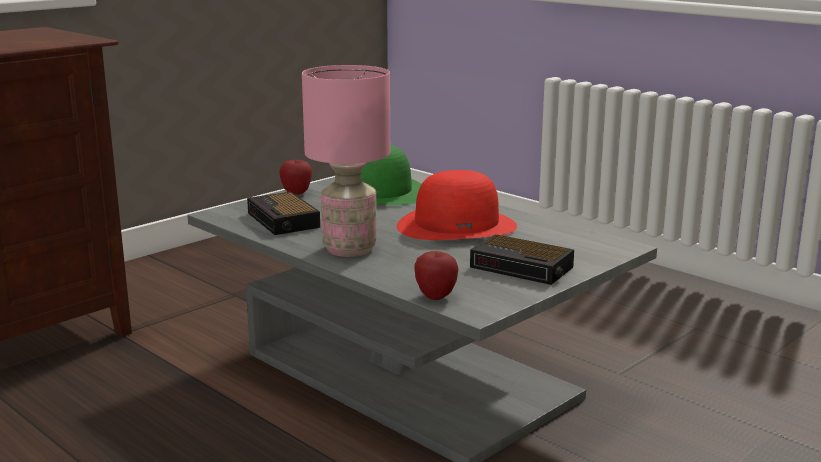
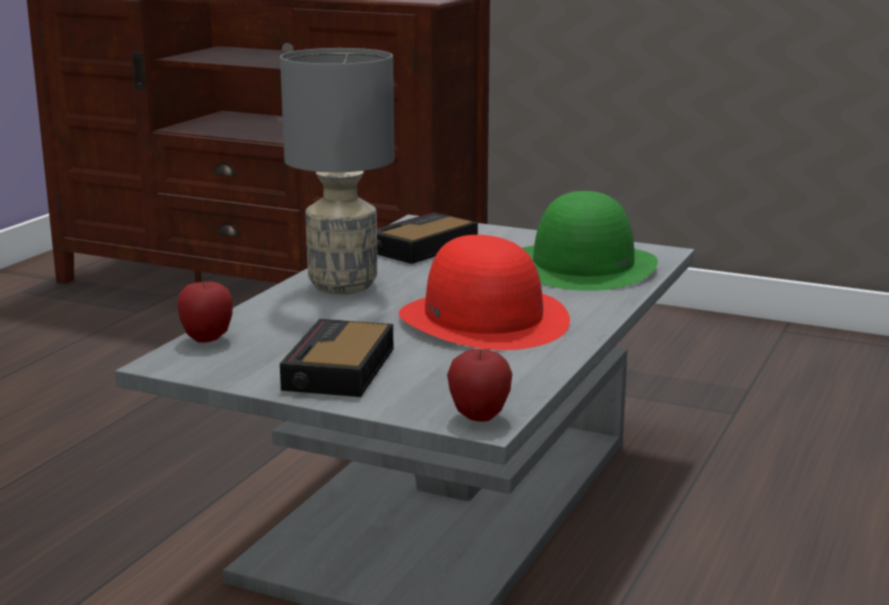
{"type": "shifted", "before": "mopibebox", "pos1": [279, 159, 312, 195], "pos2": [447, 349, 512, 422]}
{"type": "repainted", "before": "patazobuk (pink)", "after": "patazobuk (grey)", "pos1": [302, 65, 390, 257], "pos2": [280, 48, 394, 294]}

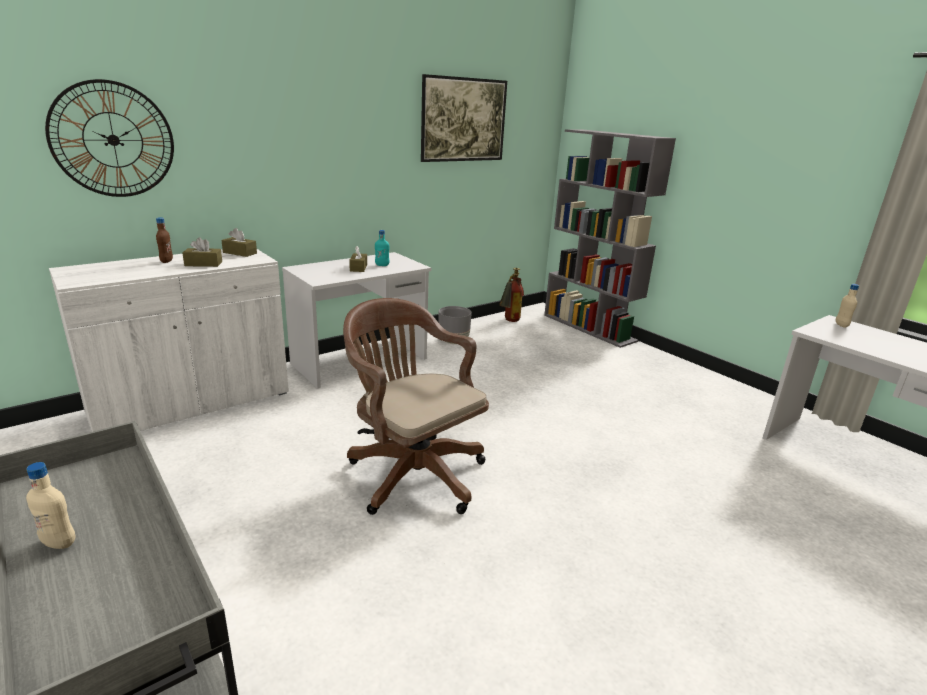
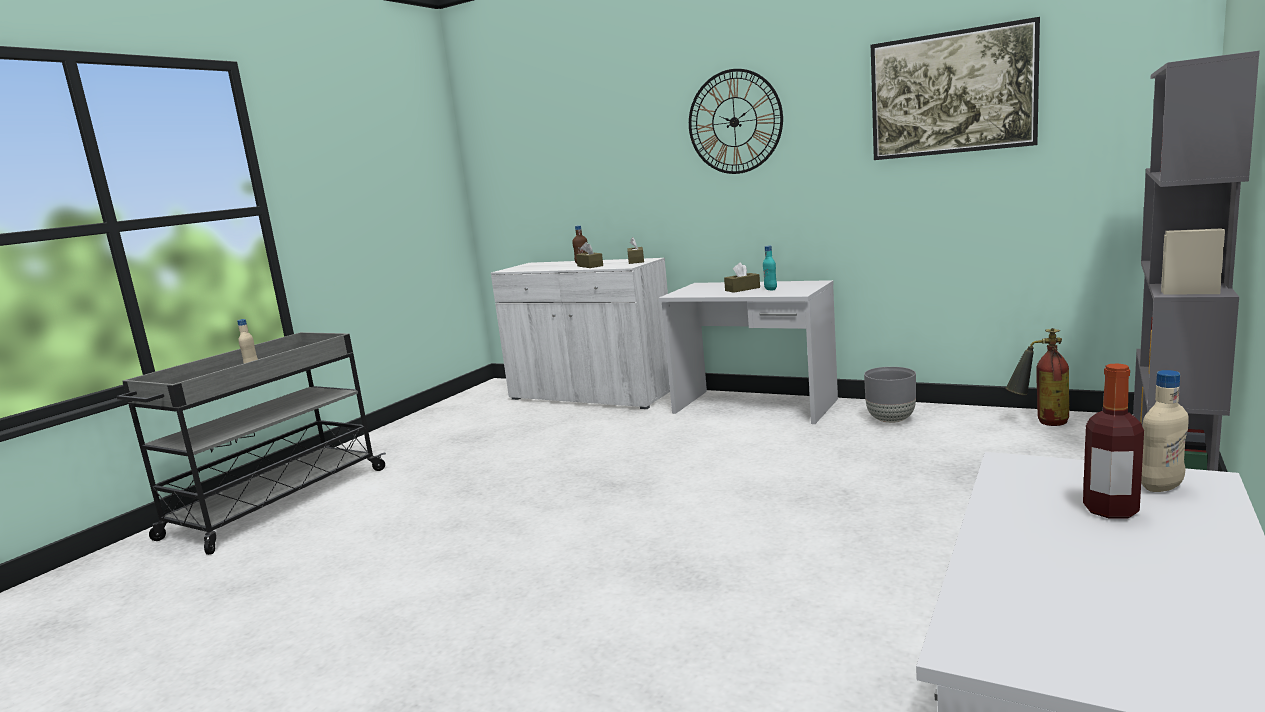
{"type": "gone", "before": "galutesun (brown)", "pos1": [343, 298, 489, 515]}
{"type": "new", "after": "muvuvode", "pos2": [1083, 363, 1144, 519]}
{"type": "shifted", "before": "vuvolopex", "pos1": [45, 79, 174, 197], "pos2": [689, 69, 783, 174]}

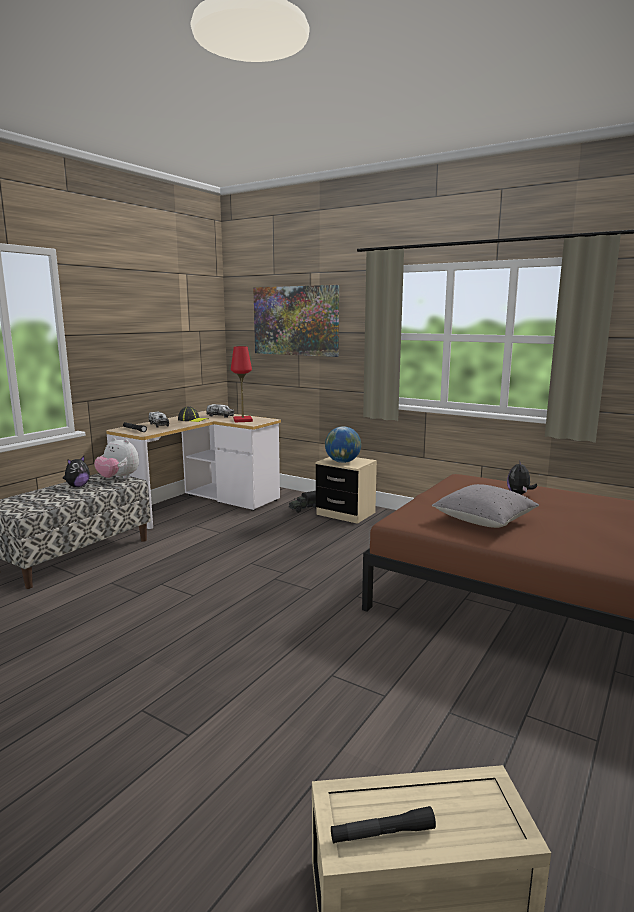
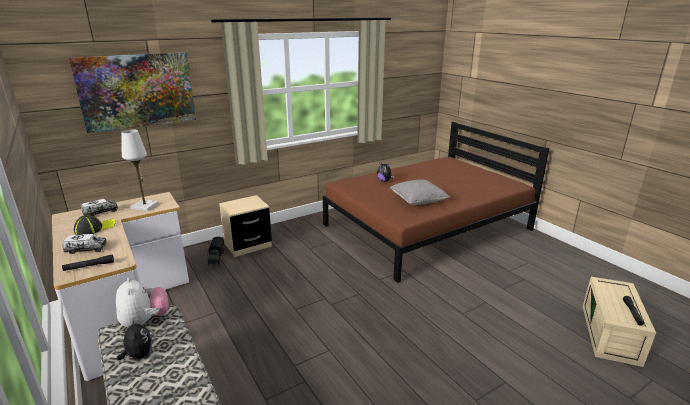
{"type": "gone", "before": "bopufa", "pos1": [325, 426, 361, 463]}
{"type": "repainted", "before": "patazobuk (red)", "after": "patazobuk (white)", "pos1": [231, 346, 253, 423], "pos2": [121, 129, 159, 211]}
{"type": "rotated", "before": "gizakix", "pos1": [94, 438, 139, 479], "pos2": [116, 277, 169, 328], "turn": -75}

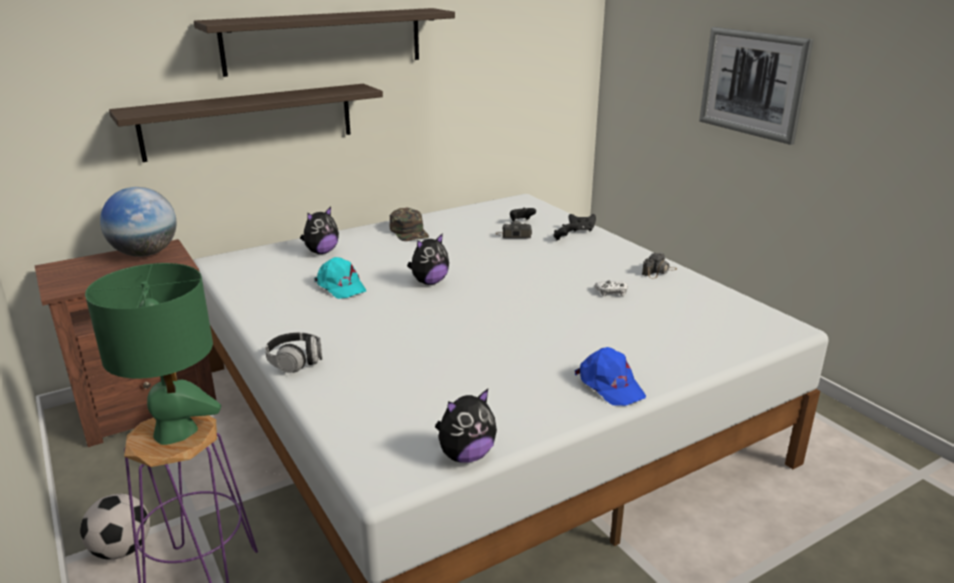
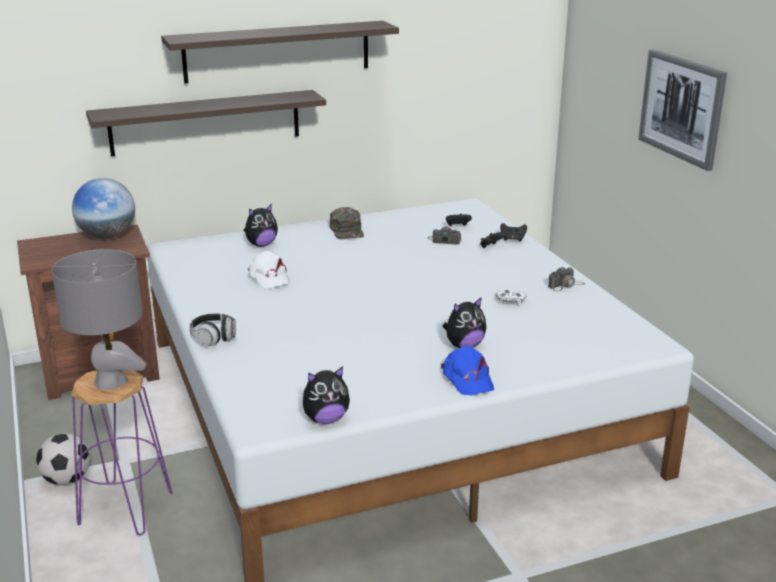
{"type": "shifted", "before": "gizakix", "pos1": [407, 233, 449, 285], "pos2": [442, 297, 487, 348]}
{"type": "repainted", "before": "patazobuk (green)", "after": "patazobuk (grey)", "pos1": [85, 263, 221, 445], "pos2": [52, 249, 146, 390]}
{"type": "repainted", "before": "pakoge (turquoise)", "after": "pakoge (white)", "pos1": [314, 257, 366, 299], "pos2": [248, 251, 290, 288]}

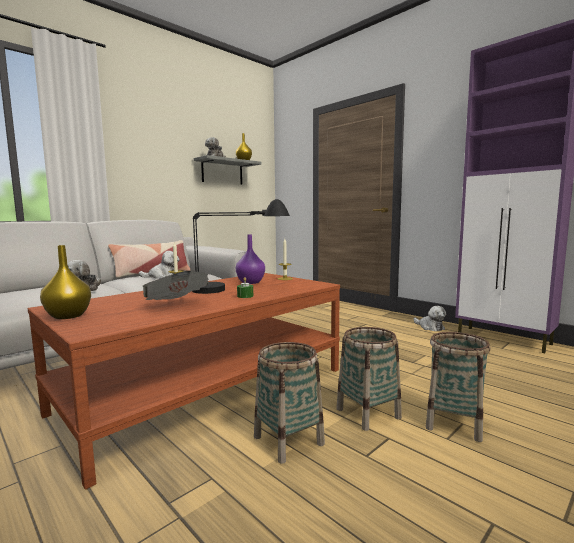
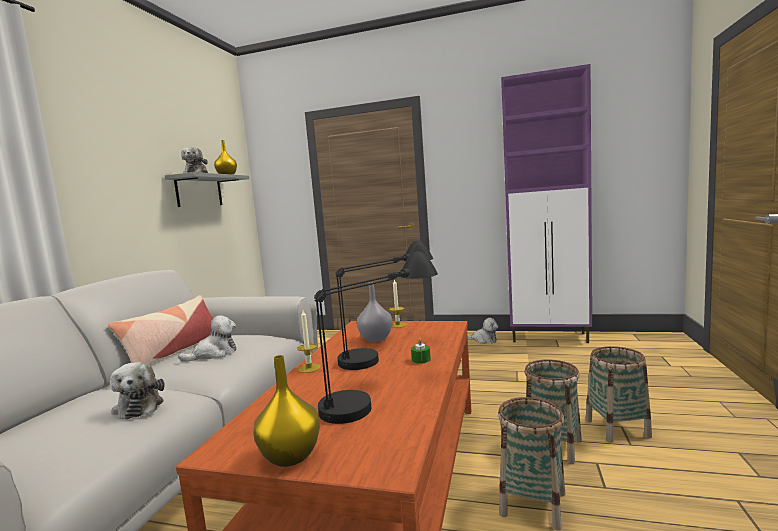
{"type": "swapped", "before": "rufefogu", "after": "patazobuk (black)", "pos1": [143, 270, 209, 300], "pos2": [314, 251, 438, 424]}
{"type": "repainted", "before": "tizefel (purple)", "after": "tizefel (grey)", "pos1": [236, 234, 265, 284], "pos2": [357, 282, 392, 342]}

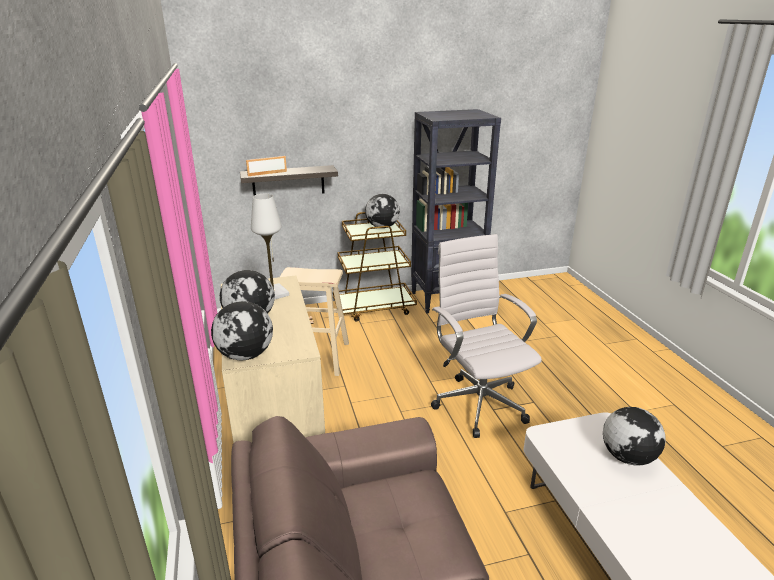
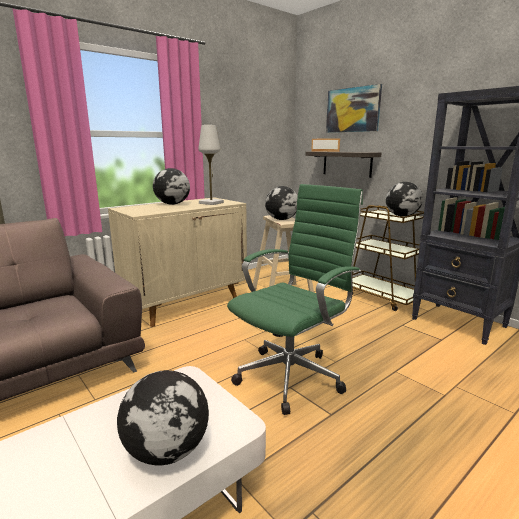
{"type": "new", "after": "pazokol", "pos2": [326, 84, 382, 133]}
{"type": "shifted", "before": "bopufa", "pos1": [211, 301, 273, 360], "pos2": [265, 186, 298, 220]}
{"type": "repainted", "before": "galutesun (white)", "after": "galutesun (green)", "pos1": [431, 234, 542, 438], "pos2": [227, 184, 363, 415]}

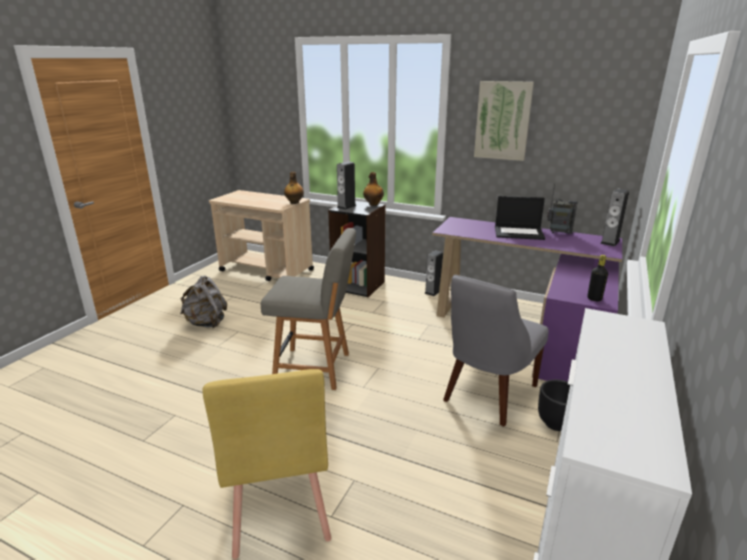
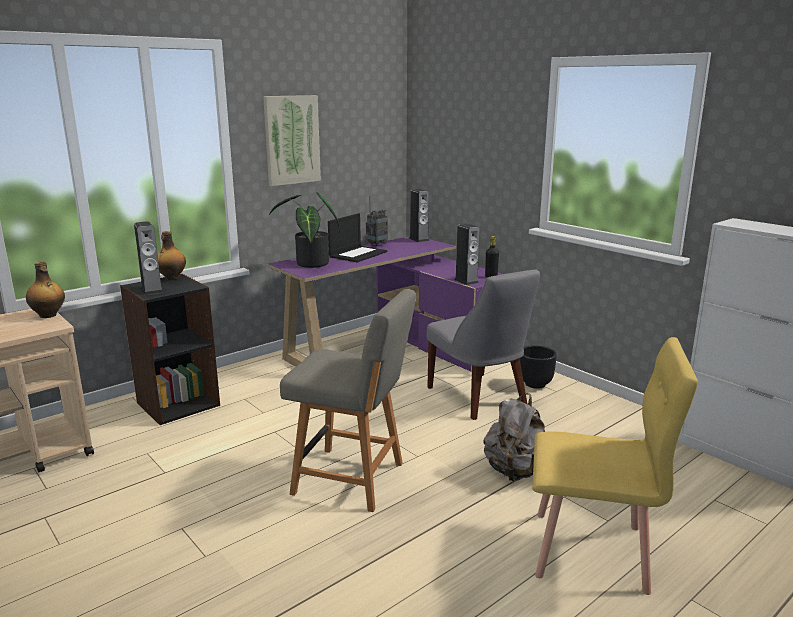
{"type": "new", "after": "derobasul", "pos2": [269, 192, 340, 268]}
{"type": "shifted", "before": "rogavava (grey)", "pos1": [180, 275, 227, 328], "pos2": [484, 393, 545, 481]}
{"type": "shifted", "before": "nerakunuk", "pos1": [424, 250, 443, 296], "pos2": [454, 223, 480, 285]}
{"type": "rotated", "before": "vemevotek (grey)", "pos1": [261, 228, 356, 390], "pos2": [280, 289, 416, 512], "turn": 75}

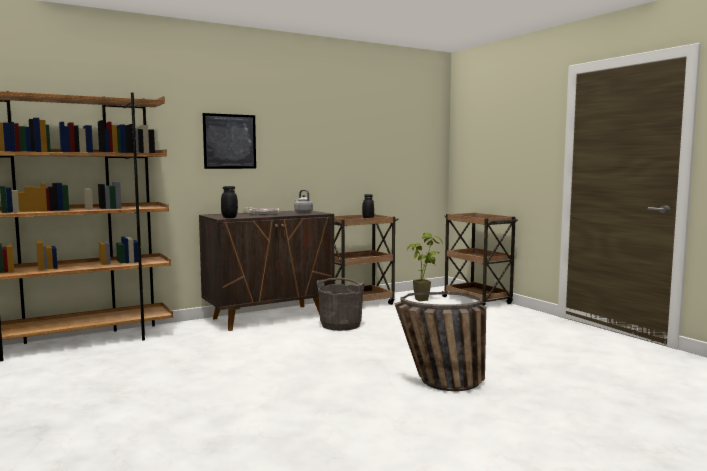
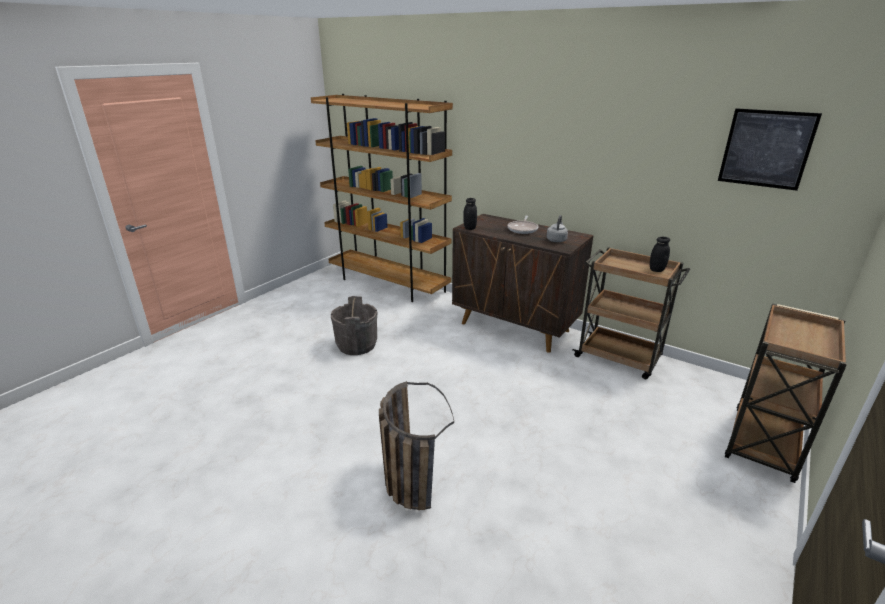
{"type": "gone", "before": "derobasul", "pos1": [407, 232, 443, 301]}
{"type": "shifted", "before": "pazokol", "pos1": [203, 113, 256, 169], "pos2": [718, 108, 822, 191]}
{"type": "shifted", "before": "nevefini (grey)", "pos1": [317, 278, 365, 331], "pos2": [331, 296, 377, 355]}

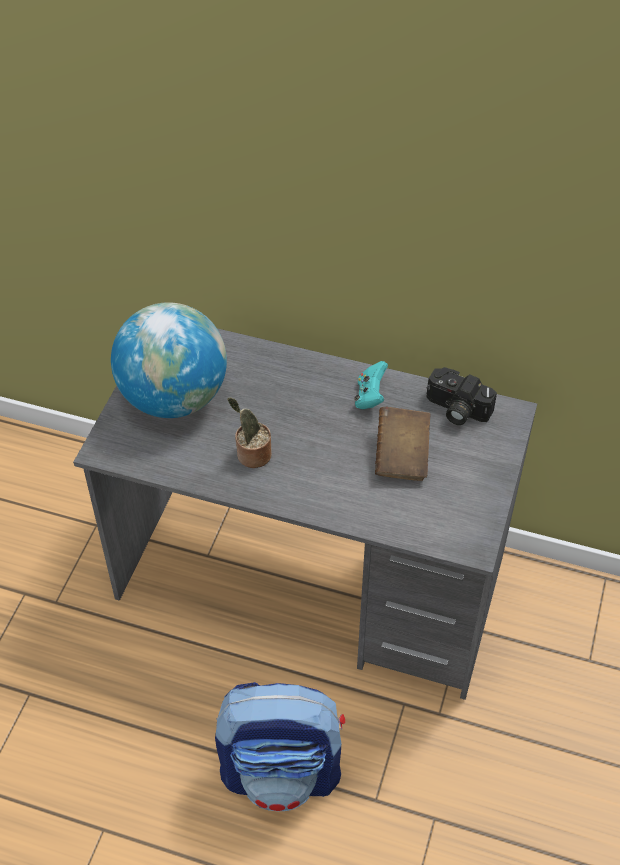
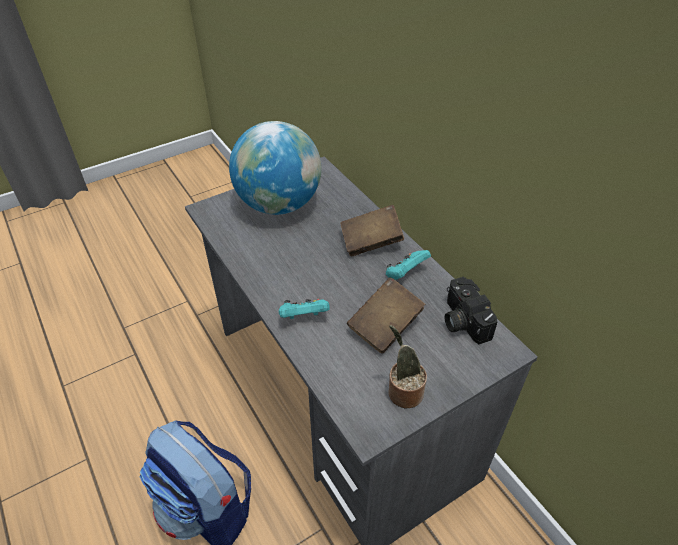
{"type": "new", "after": "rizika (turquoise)", "pos2": [279, 299, 330, 319]}
{"type": "new", "after": "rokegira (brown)", "pos2": [340, 205, 404, 257]}
{"type": "shifted", "before": "derobasul", "pos1": [227, 397, 272, 468], "pos2": [389, 325, 427, 408]}

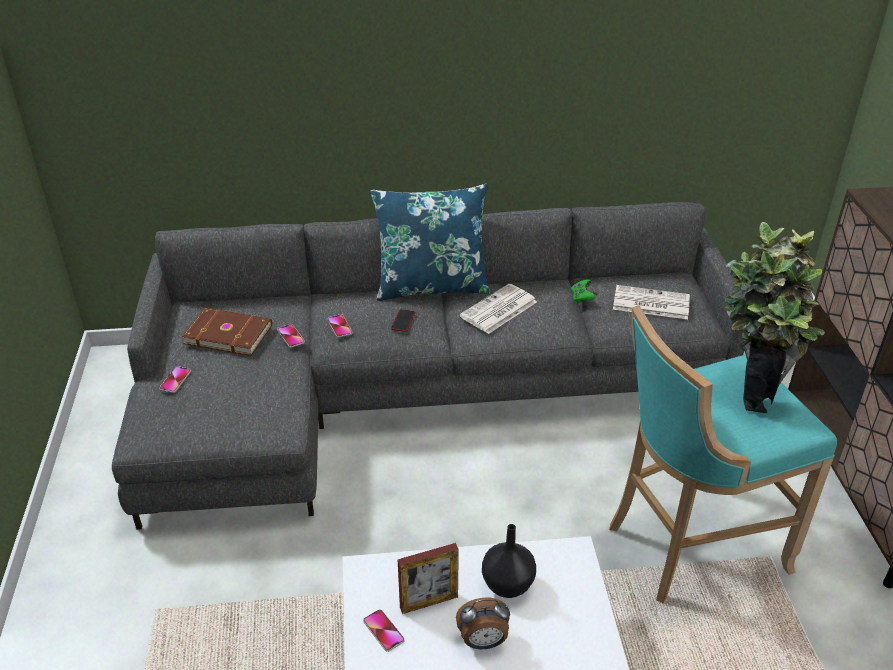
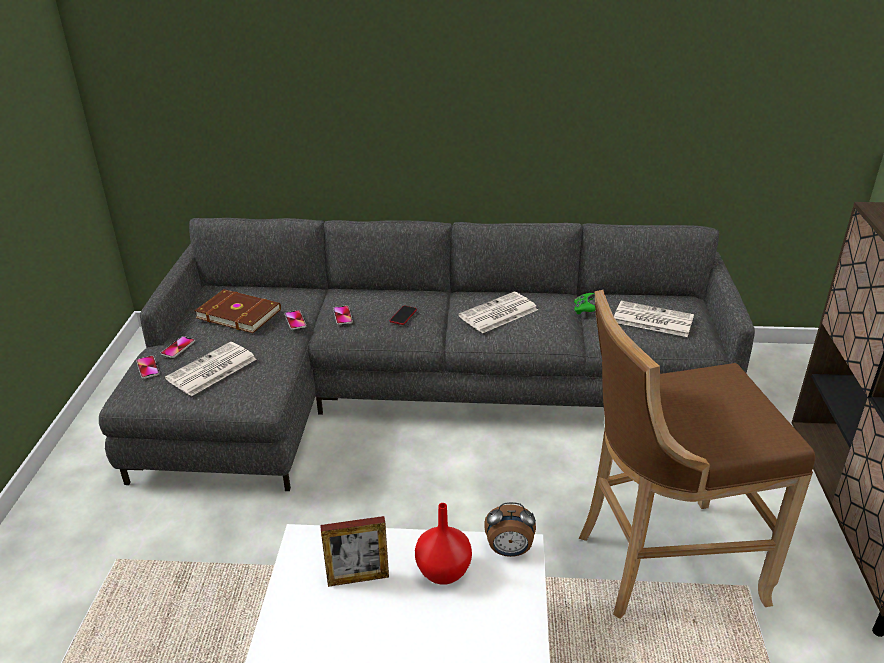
{"type": "gone", "before": "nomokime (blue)", "pos1": [370, 184, 490, 301]}
{"type": "gone", "before": "derobasul", "pos1": [725, 222, 825, 413]}
{"type": "new", "after": "rufefogu", "pos2": [165, 342, 257, 396]}
{"type": "shifted", "before": "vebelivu", "pos1": [363, 609, 404, 652], "pos2": [136, 356, 160, 379]}
{"type": "shifted", "before": "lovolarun", "pos1": [456, 598, 510, 649], "pos2": [484, 502, 536, 557]}
{"type": "repainted", "before": "tizefel (black)", "after": "tizefel (red)", "pos1": [482, 524, 536, 598], "pos2": [415, 503, 472, 585]}
{"type": "repainted", "before": "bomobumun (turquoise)", "after": "bomobumun (brown)", "pos1": [609, 305, 837, 603], "pos2": [579, 290, 815, 619]}

